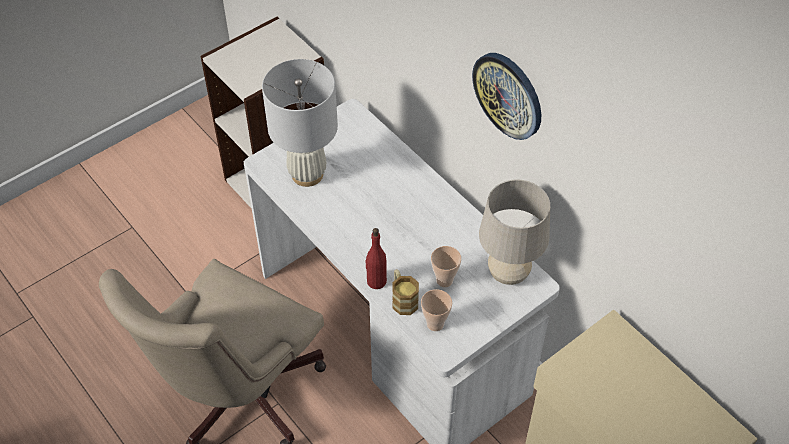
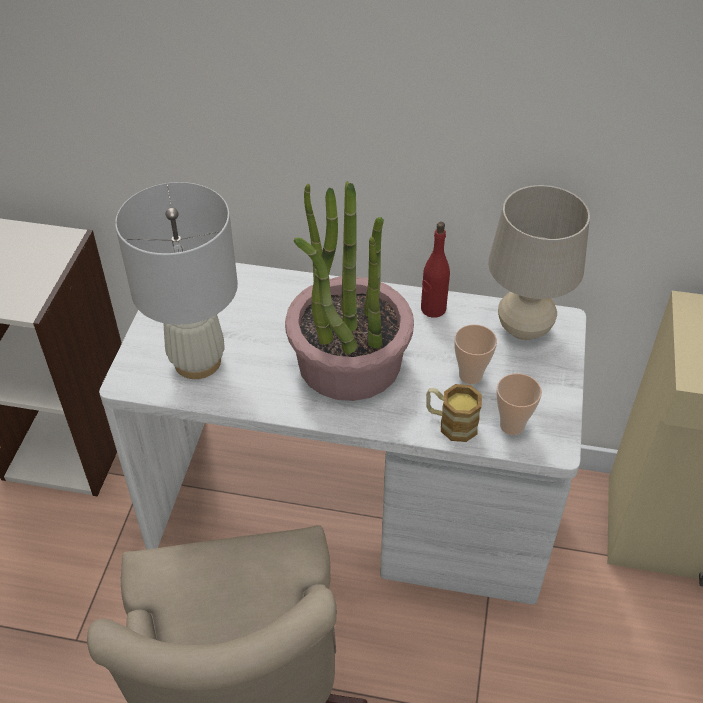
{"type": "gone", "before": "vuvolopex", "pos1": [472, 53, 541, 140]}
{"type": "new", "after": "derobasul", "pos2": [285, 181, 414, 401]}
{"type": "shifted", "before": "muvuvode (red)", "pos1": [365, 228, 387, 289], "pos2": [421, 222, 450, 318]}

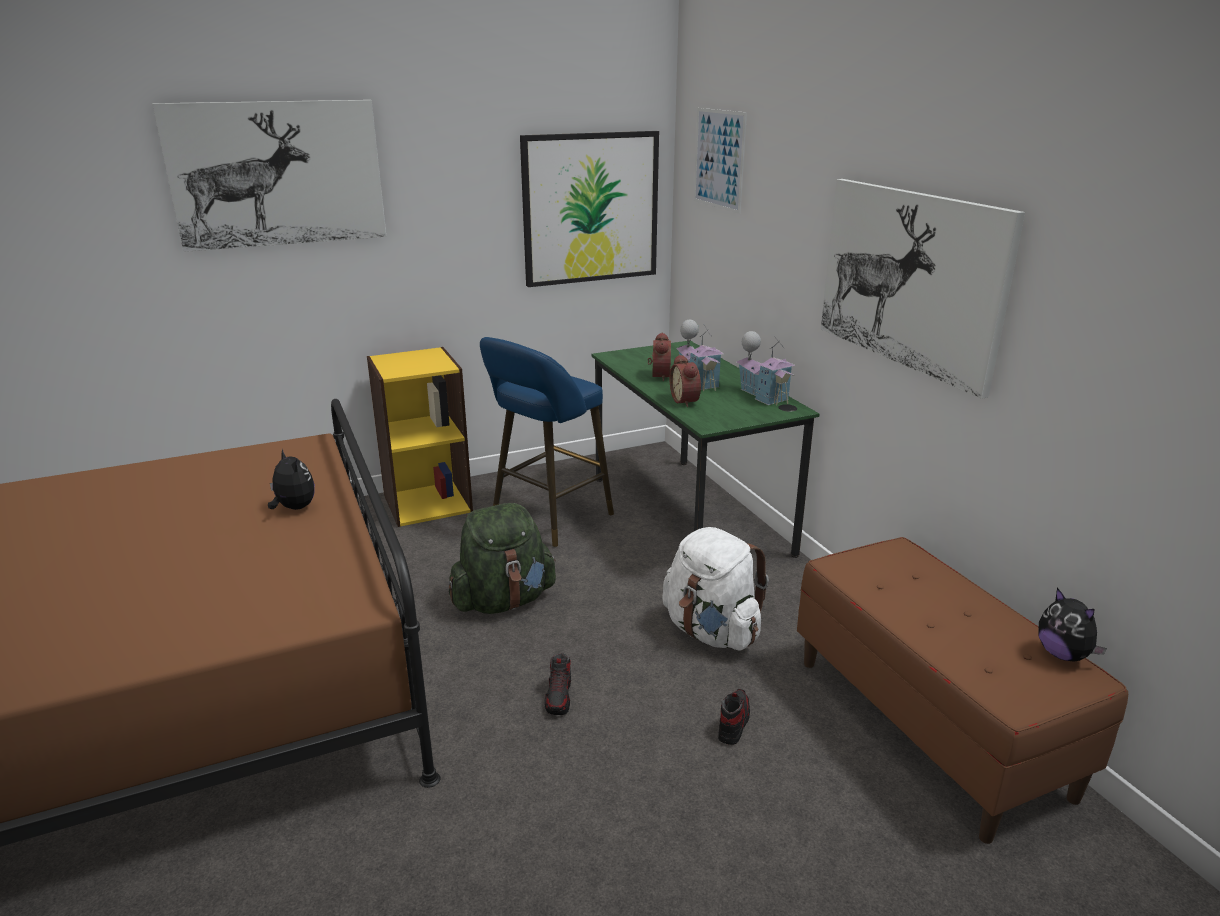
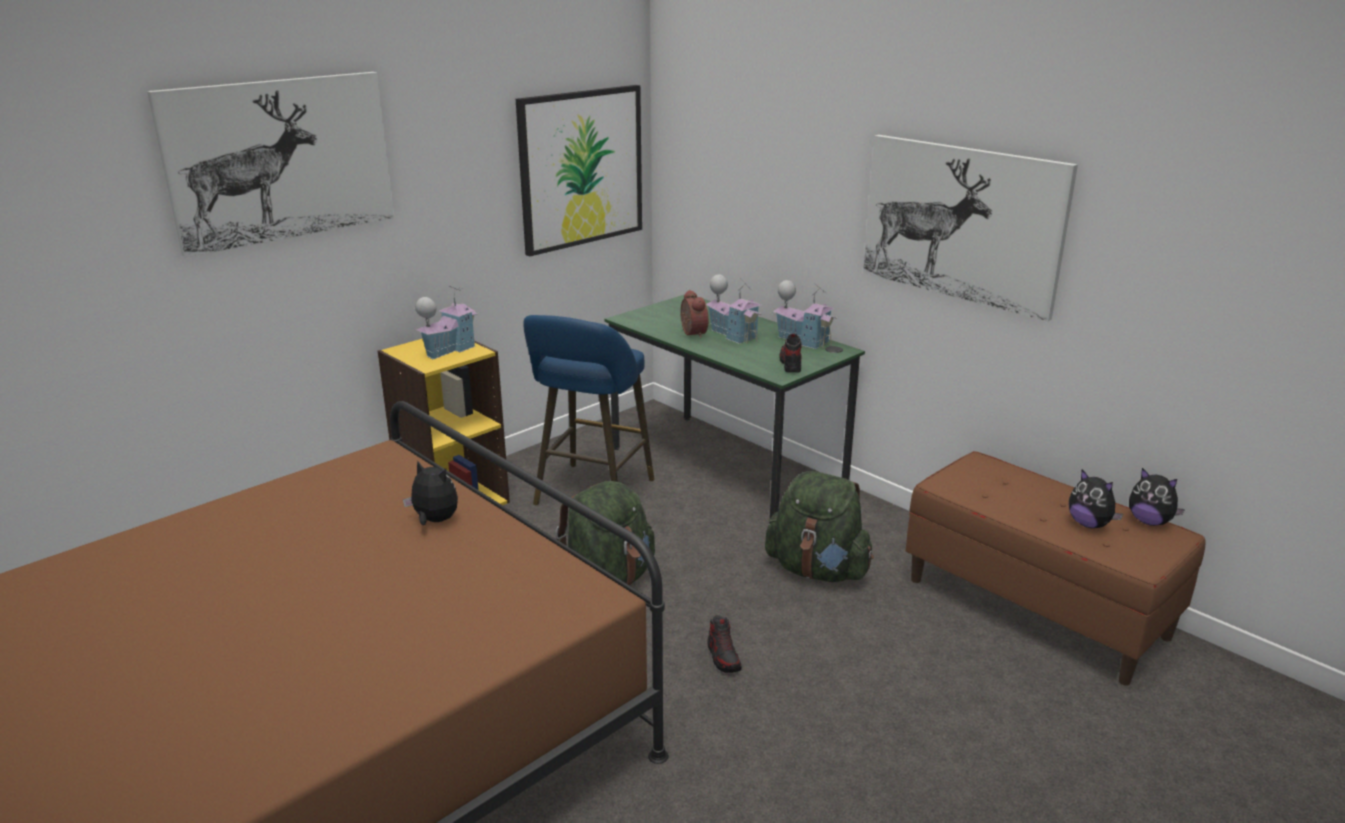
{"type": "gone", "before": "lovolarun", "pos1": [670, 354, 701, 407]}
{"type": "gone", "before": "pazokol", "pos1": [694, 108, 747, 214]}
{"type": "new", "after": "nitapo", "pos2": [415, 286, 478, 359]}
{"type": "new", "after": "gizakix", "pos2": [1069, 470, 1123, 528]}
{"type": "shifted", "before": "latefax", "pos1": [718, 689, 750, 745], "pos2": [779, 334, 801, 372]}
{"type": "repainted", "before": "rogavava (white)", "after": "rogavava (green)", "pos1": [662, 527, 769, 651], "pos2": [765, 471, 874, 582]}

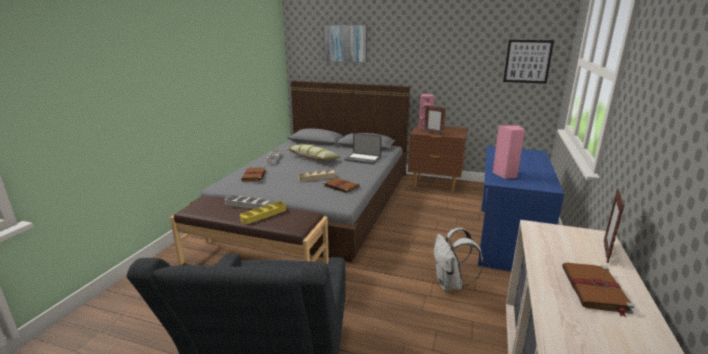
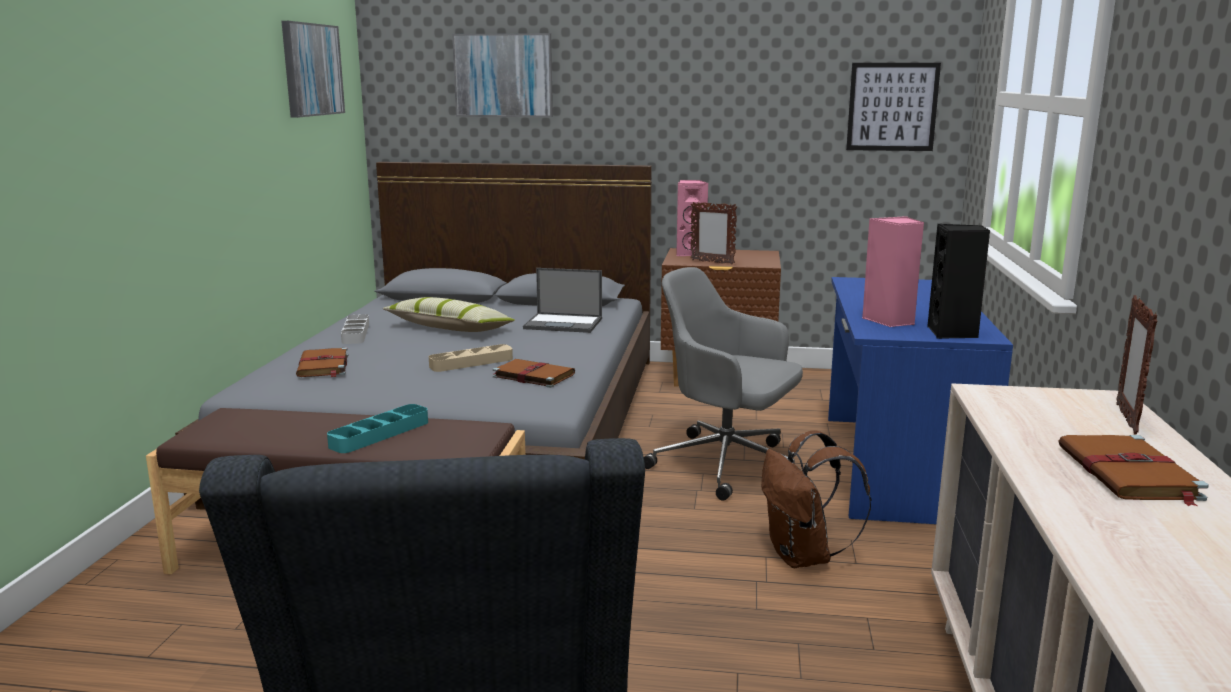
{"type": "gone", "before": "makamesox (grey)", "pos1": [225, 195, 269, 209]}
{"type": "new", "after": "pazokol", "pos2": [281, 21, 345, 118]}
{"type": "new", "after": "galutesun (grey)", "pos2": [644, 267, 803, 501]}
{"type": "new", "after": "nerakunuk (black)", "pos2": [927, 224, 990, 339]}
{"type": "repainted", "before": "makamesox (yellow)", "after": "makamesox (turquoise)", "pos1": [240, 201, 286, 224], "pos2": [327, 404, 428, 453]}
{"type": "repainted", "before": "rogavava (white)", "after": "rogavava (brown)", "pos1": [434, 227, 483, 291], "pos2": [761, 430, 871, 568]}

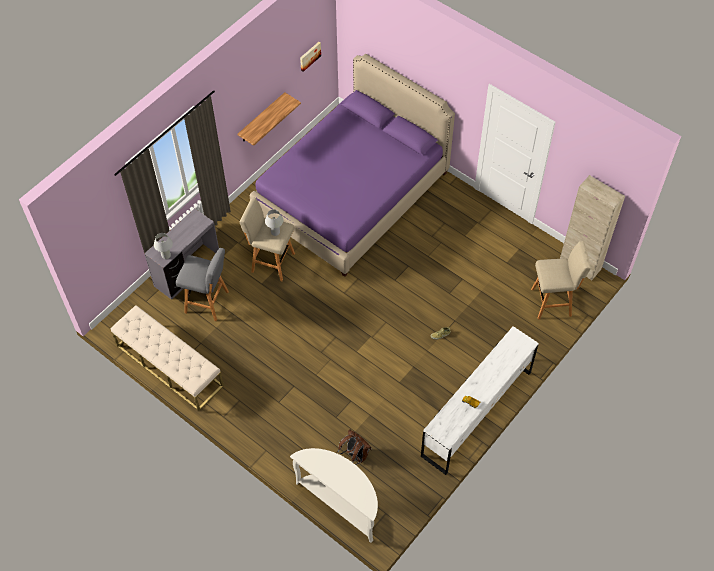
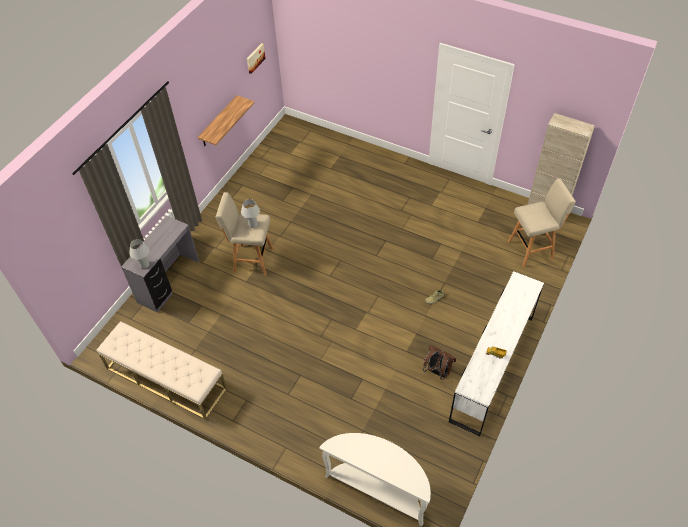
{"type": "gone", "before": "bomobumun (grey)", "pos1": [176, 248, 229, 321]}
{"type": "gone", "before": "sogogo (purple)", "pos1": [250, 54, 455, 277]}
{"type": "shifted", "before": "rogavava (brown)", "pos1": [338, 429, 372, 465], "pos2": [423, 345, 456, 380]}

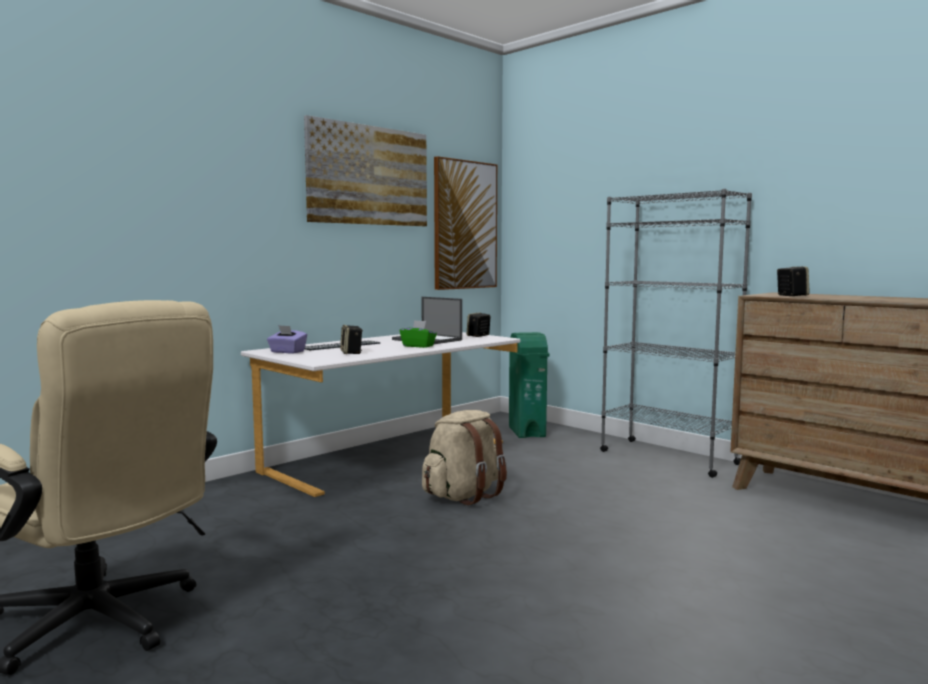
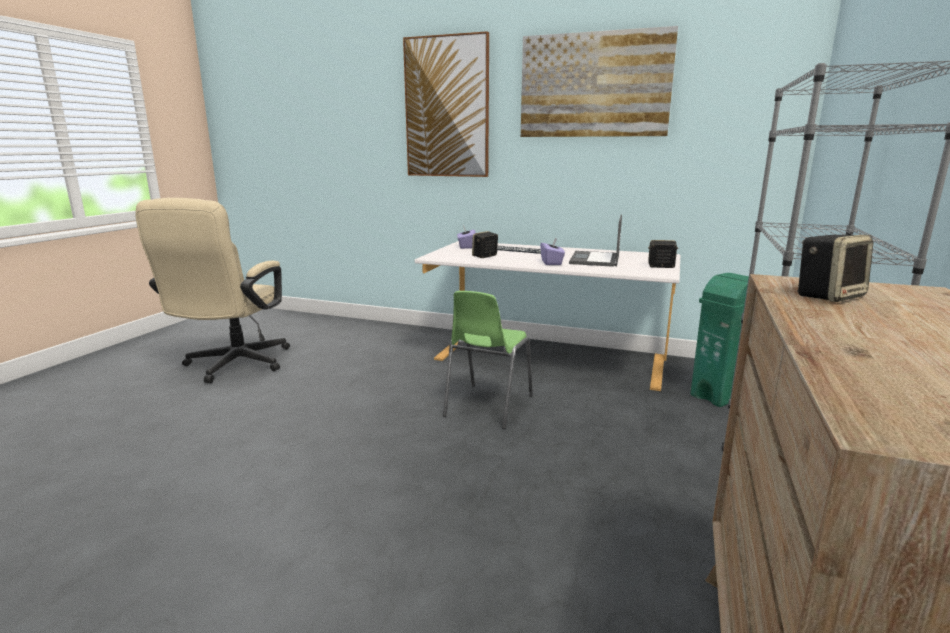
{"type": "shifted", "before": "pazokol", "pos1": [434, 156, 497, 290], "pos2": [403, 31, 489, 177]}
{"type": "swapped", "before": "rogavava (beige)", "after": "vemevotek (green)", "pos1": [422, 410, 507, 505], "pos2": [443, 291, 533, 429]}
{"type": "repainted", "before": "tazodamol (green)", "after": "tazodamol (purple)", "pos1": [400, 320, 437, 348], "pos2": [540, 237, 565, 265]}

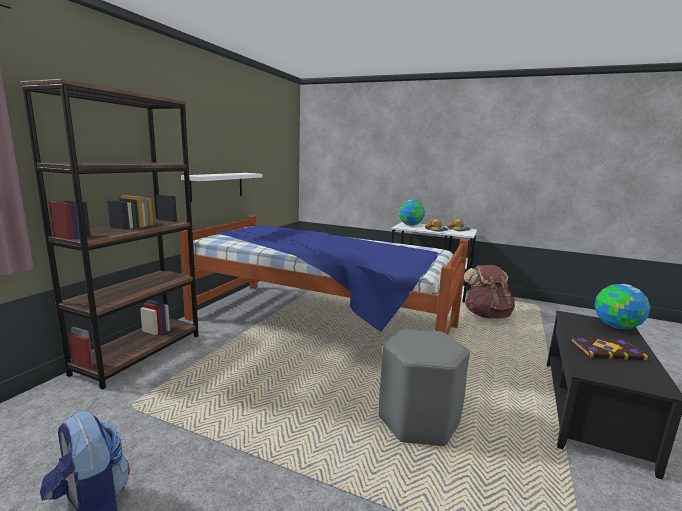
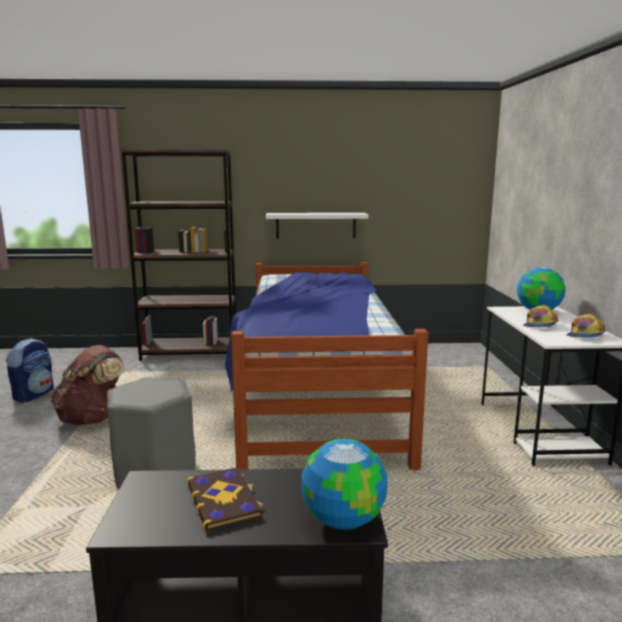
{"type": "shifted", "before": "rogavava (brown)", "pos1": [464, 265, 515, 318], "pos2": [50, 345, 125, 425]}

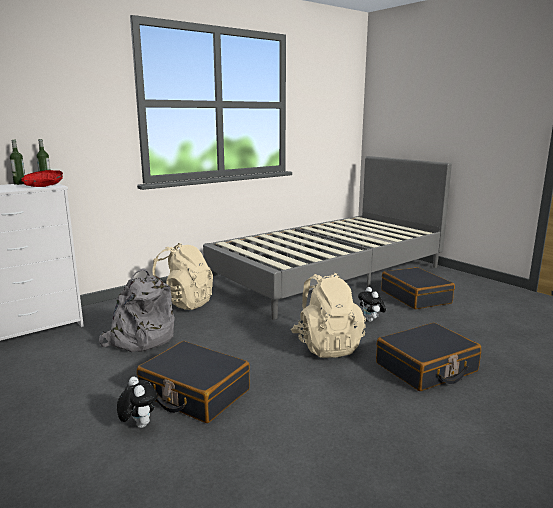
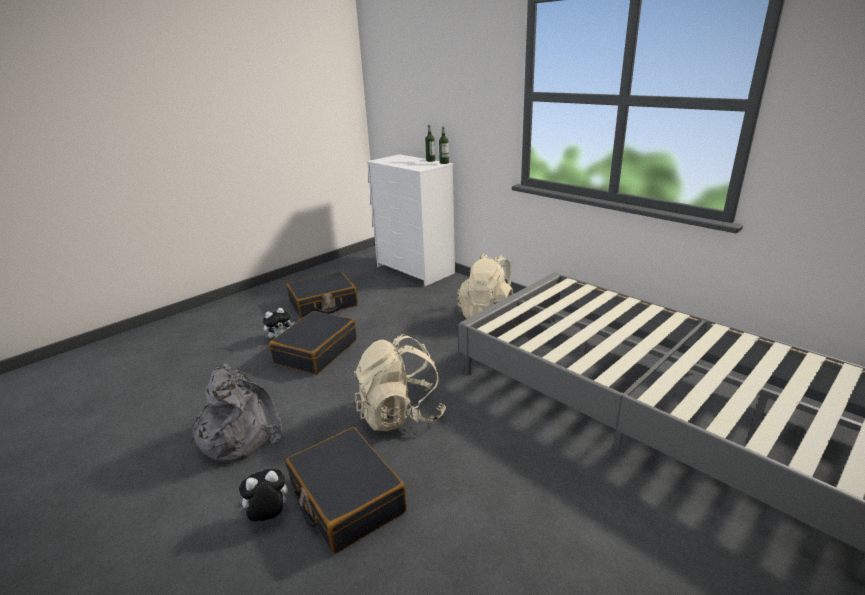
{"type": "gone", "before": "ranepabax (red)", "pos1": [21, 170, 63, 187]}
{"type": "shifted", "before": "rogavava (grey)", "pos1": [99, 268, 175, 352], "pos2": [190, 363, 282, 462]}
{"type": "shifted", "before": "gizakix", "pos1": [358, 287, 386, 322], "pos2": [237, 469, 288, 521]}
{"type": "shifted", "before": "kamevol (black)", "pos1": [381, 267, 455, 309], "pos2": [286, 272, 358, 319]}

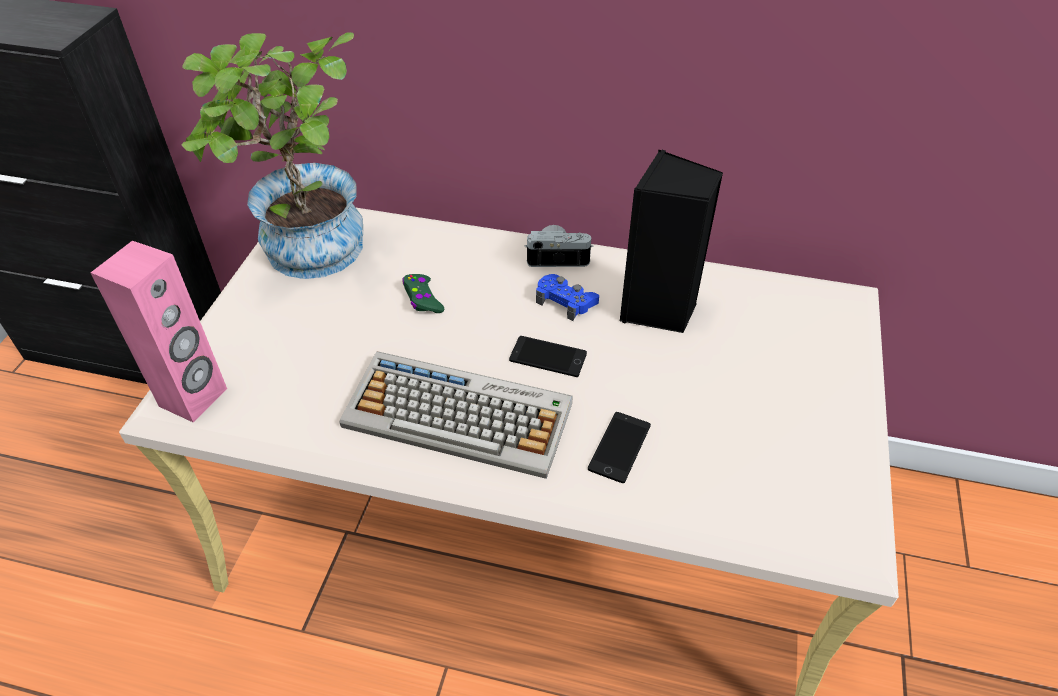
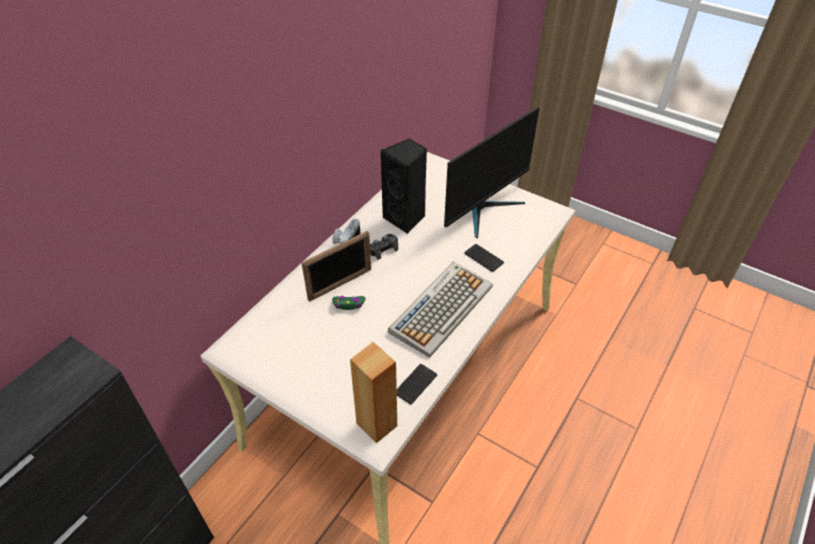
{"type": "gone", "before": "derobasul", "pos1": [182, 32, 363, 279]}
{"type": "new", "after": "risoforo", "pos2": [302, 231, 371, 302]}
{"type": "new", "after": "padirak", "pos2": [444, 107, 540, 238]}
{"type": "shifted", "before": "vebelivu", "pos1": [509, 336, 587, 377], "pos2": [397, 364, 437, 405]}
{"type": "repainted", "before": "nerakunuk (pink)", "after": "nerakunuk (brown)", "pos1": [91, 241, 227, 423], "pos2": [350, 342, 397, 443]}
{"type": "repainted", "before": "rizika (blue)", "after": "rizika (black)", "pos1": [536, 274, 599, 321], "pos2": [370, 234, 398, 260]}

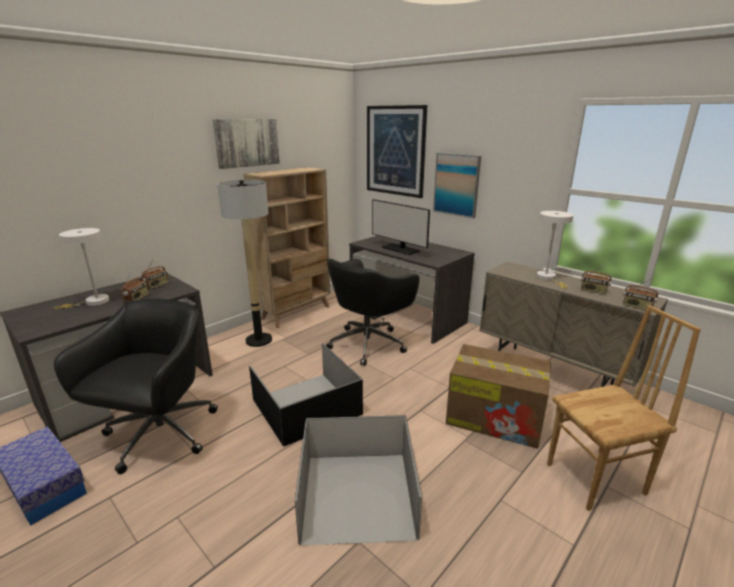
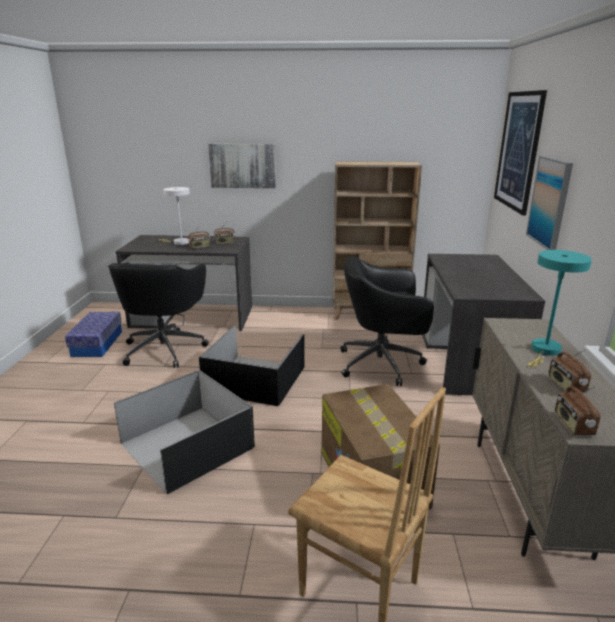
{"type": "gone", "before": "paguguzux", "pos1": [217, 180, 272, 347]}
{"type": "gone", "before": "padirak", "pos1": [372, 199, 430, 255]}
{"type": "shifted", "before": "pazokol", "pos1": [213, 119, 280, 169], "pos2": [208, 144, 276, 188]}
{"type": "repainted", "before": "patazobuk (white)", "after": "patazobuk (turquoise)", "pos1": [536, 211, 574, 288], "pos2": [528, 250, 592, 367]}
{"type": "rotated", "before": "galutesun (black)", "pos1": [54, 298, 218, 474], "pos2": [108, 263, 209, 368], "turn": 120}

